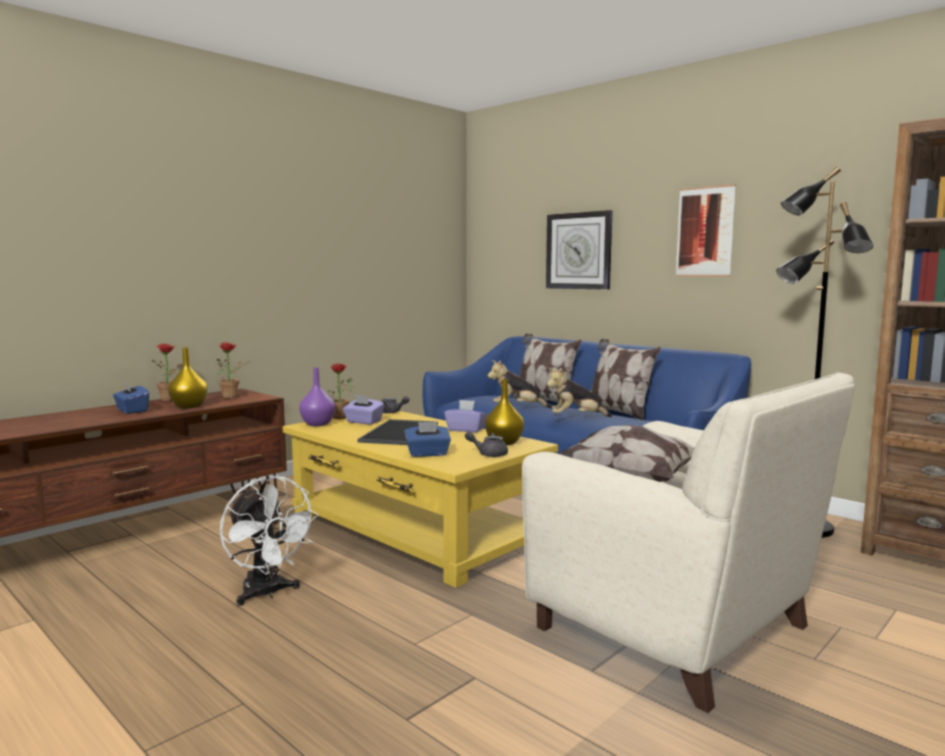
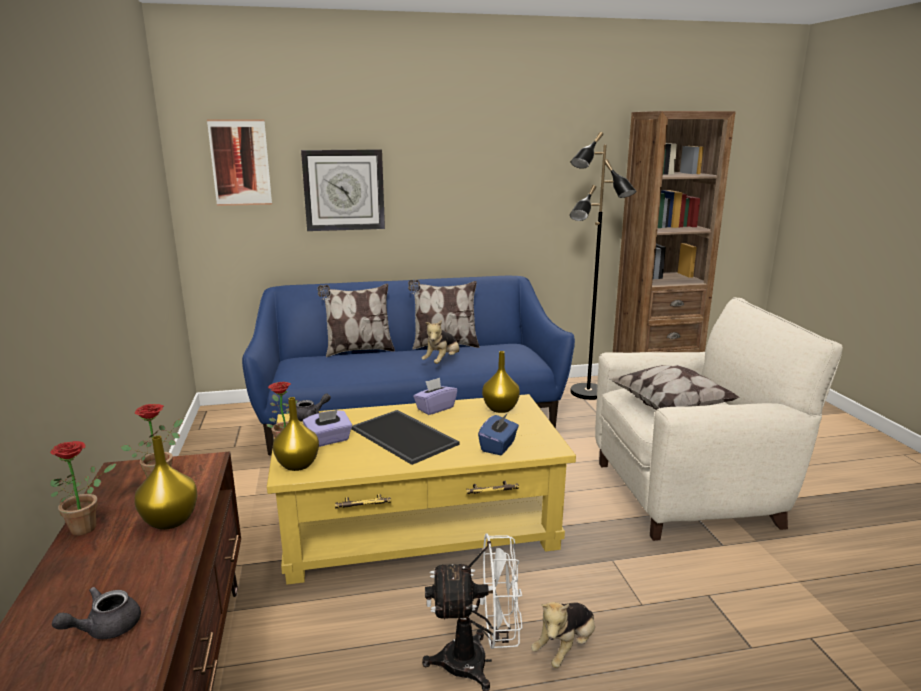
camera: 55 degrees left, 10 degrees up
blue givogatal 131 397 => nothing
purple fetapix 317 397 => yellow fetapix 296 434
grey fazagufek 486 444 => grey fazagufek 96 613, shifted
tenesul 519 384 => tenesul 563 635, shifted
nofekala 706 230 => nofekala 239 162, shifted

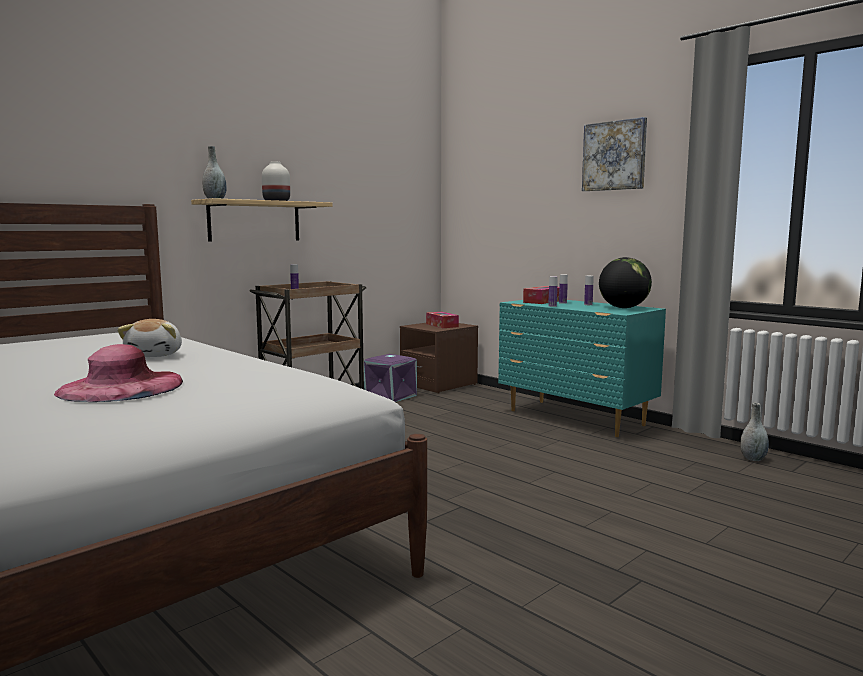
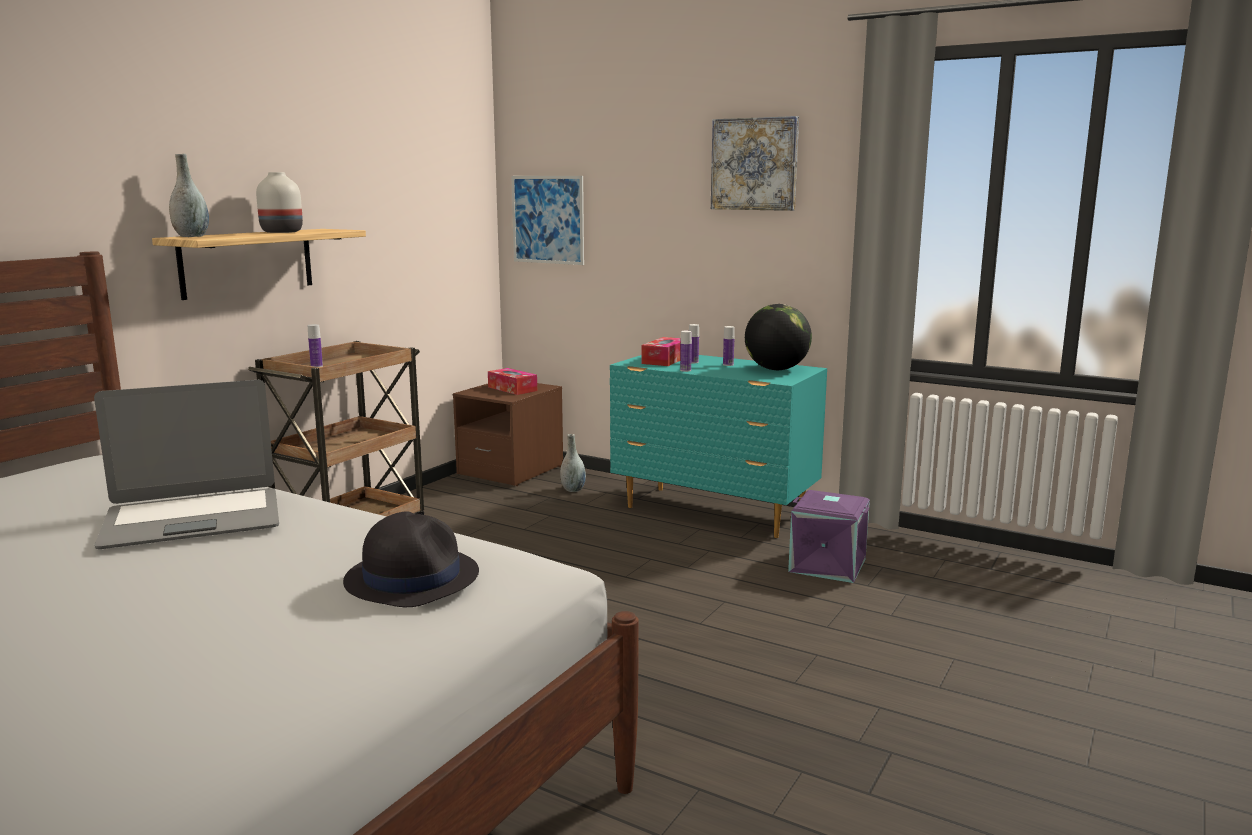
camera: 15 degrees left, 5 degrees up
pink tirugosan 118 373 => nothing
tenesul 149 338 => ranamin 186 464
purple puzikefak 390 378 => purple puzikefak 829 536, shifted
grey fetapix 754 432 => grey fetapix 573 463, shifted
nothing => black tirugosan 411 559
nothing => nofekala 547 220

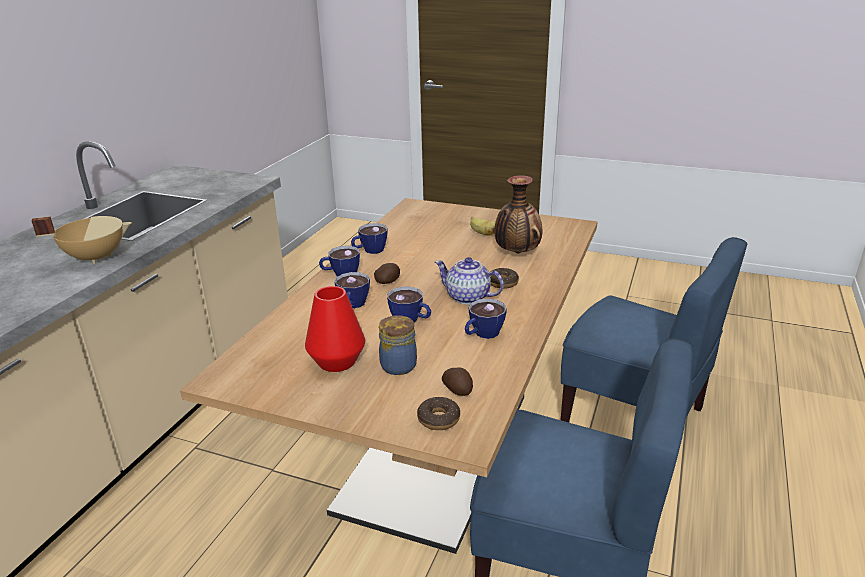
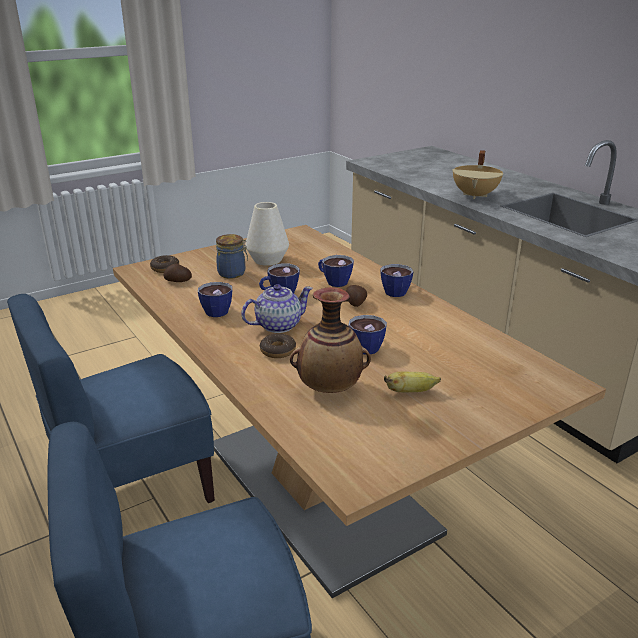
camera: 125 degrees right, 0 degrees up
red fetapix 335 329 => white fetapix 267 234
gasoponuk 369 238 => gasoponuk 368 334, shifted

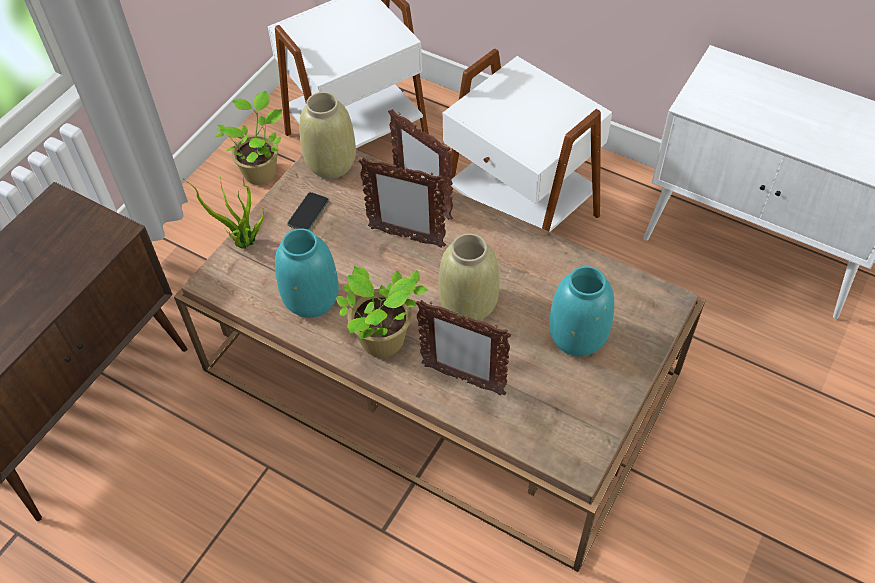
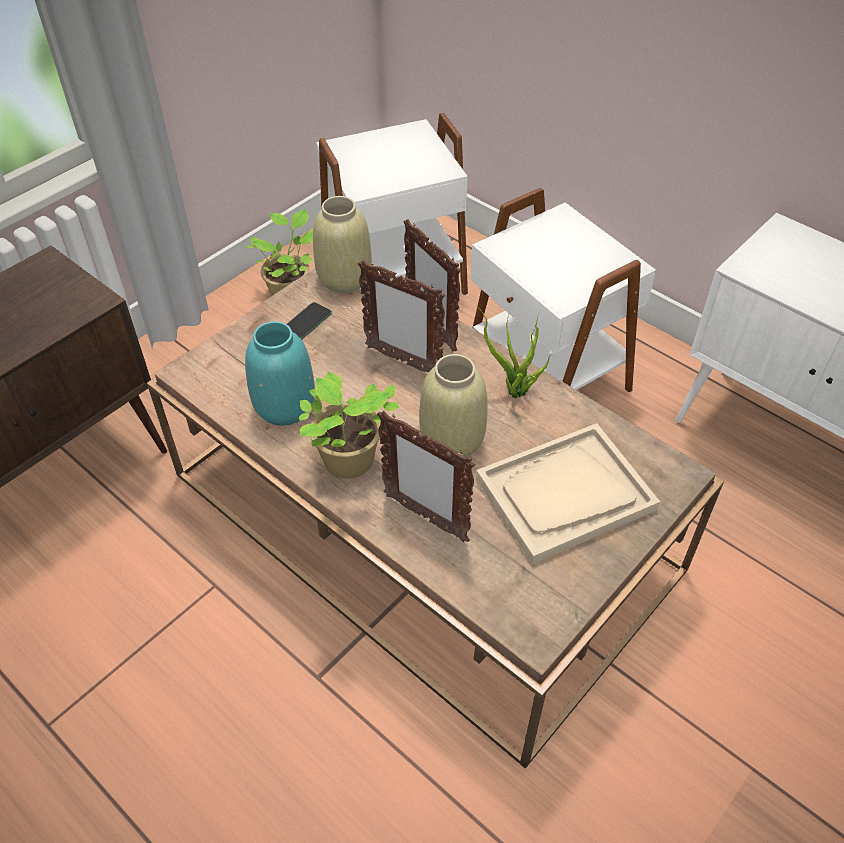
camera: 10 degrees right, 5 degrees down
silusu 224 212 => silusu 513 351, shifted
turquoise fetapix 581 311 => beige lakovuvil 568 493

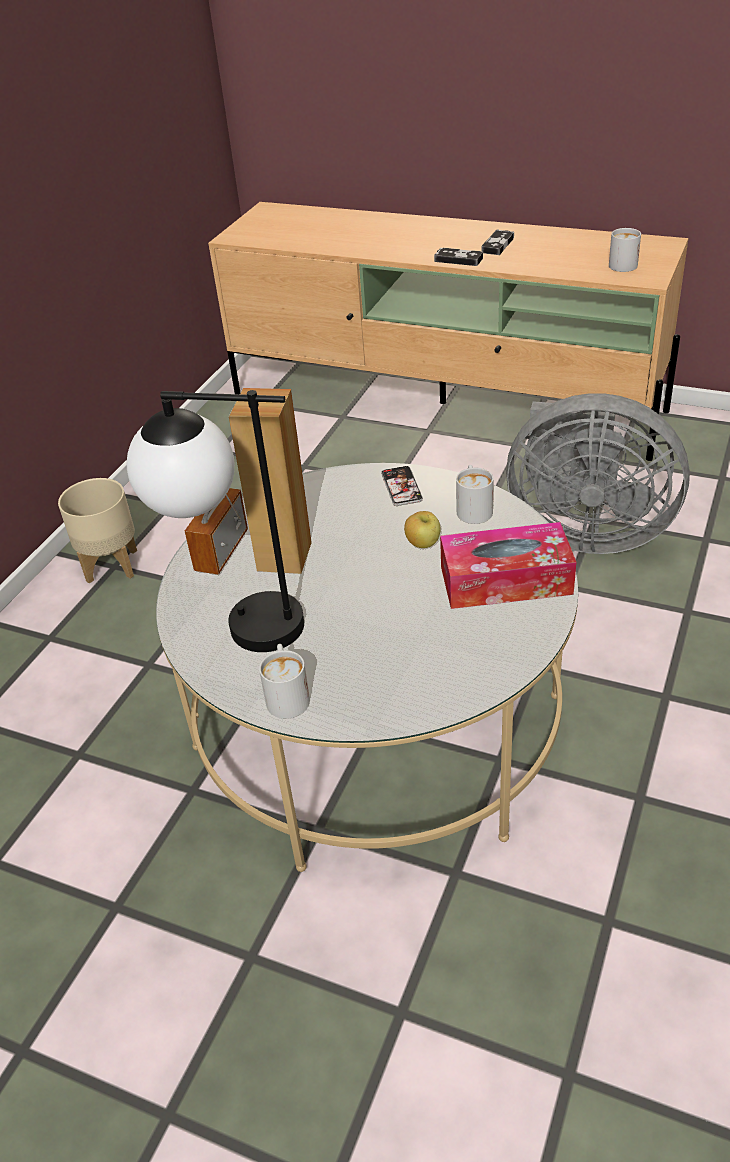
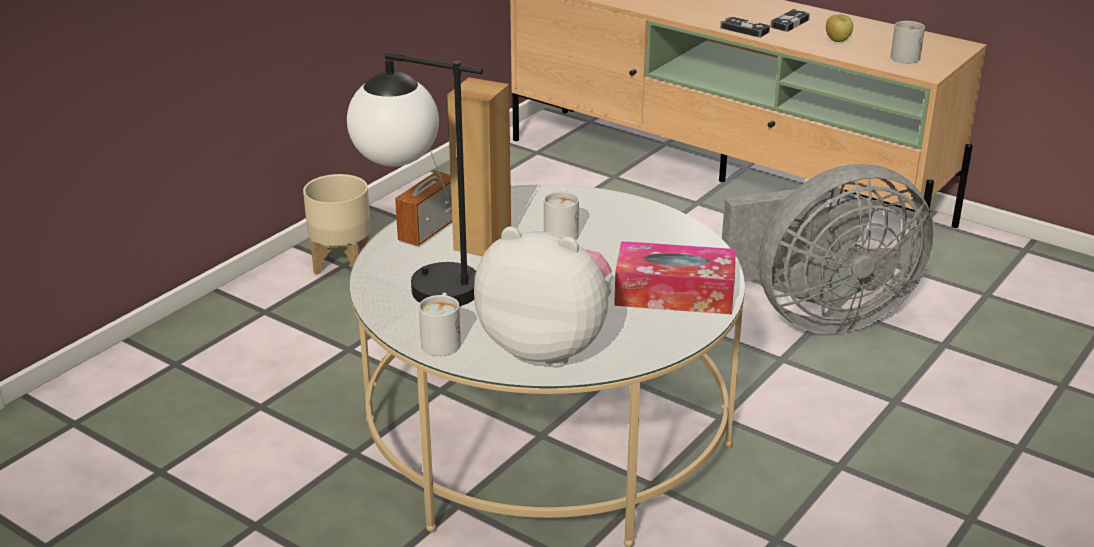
camera: 10 degrees right, 10 degrees down
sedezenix 402 486 => nothing
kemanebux 422 529 => kemanebux 839 28, shifted
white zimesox 475 494 => white zimesox 561 215, shifted
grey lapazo 598 473 => grey lapazo 828 249, 45 degrees counterclockwise
nothing => tenesul 543 296

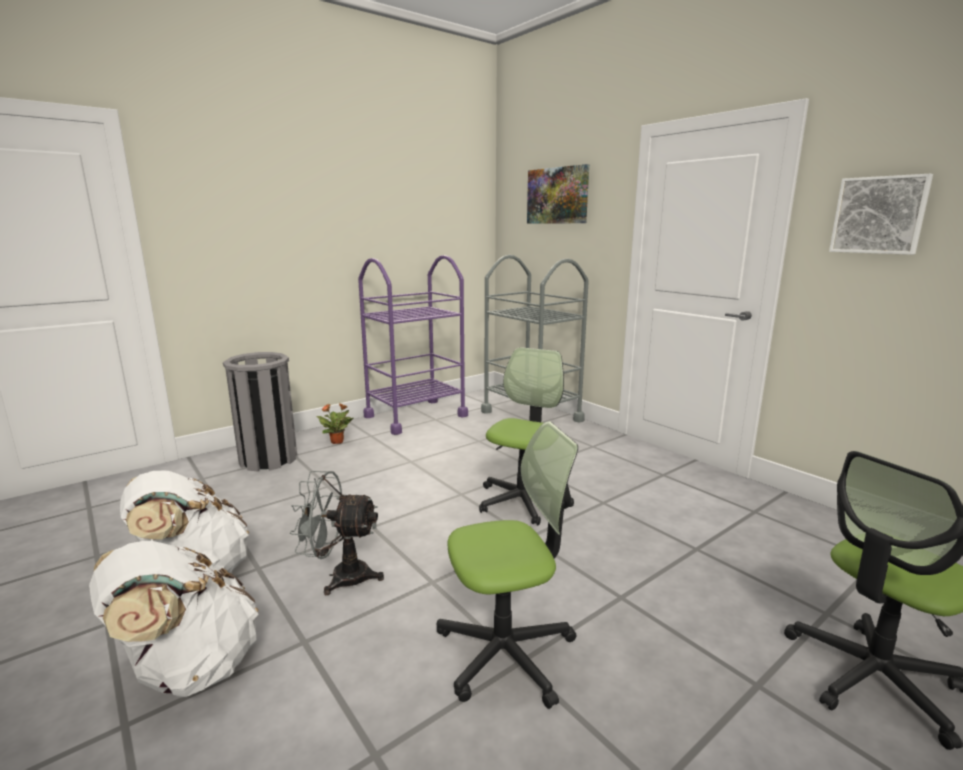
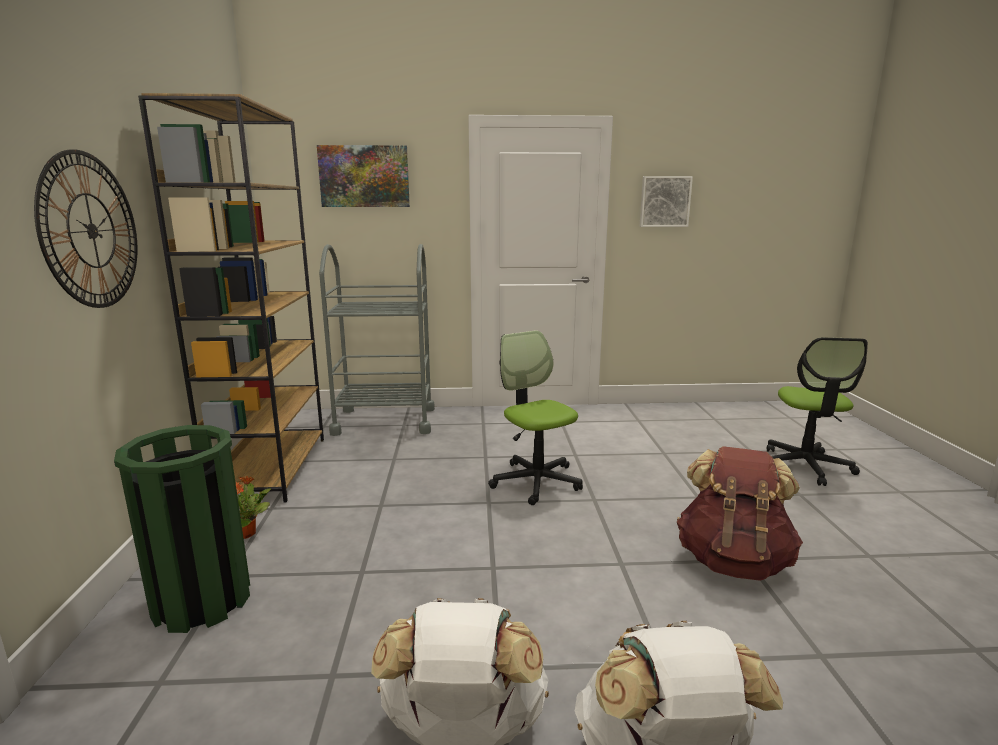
camera: 55 degrees left, 0 degrees up
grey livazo 260 411 => green livazo 182 529
grey lapazo 337 533 => nothing
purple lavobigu 413 345 => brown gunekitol 231 298
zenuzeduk 507 565 => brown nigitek 740 513
nothing => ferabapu 86 228

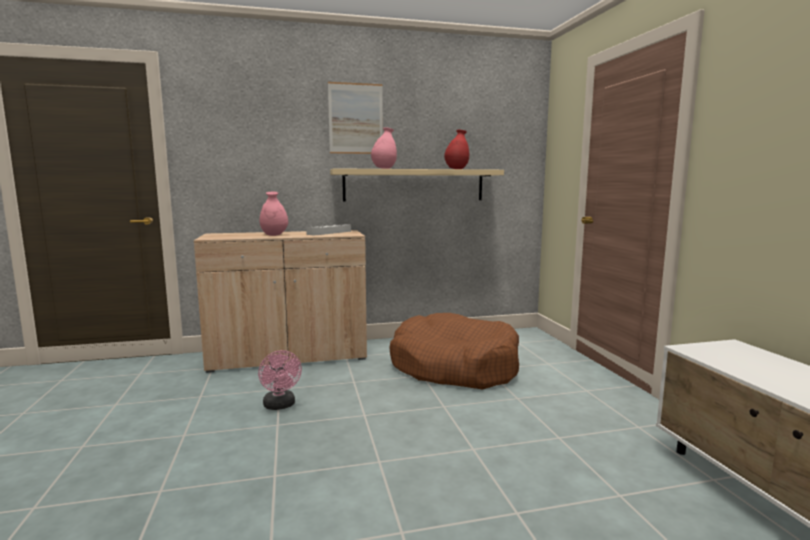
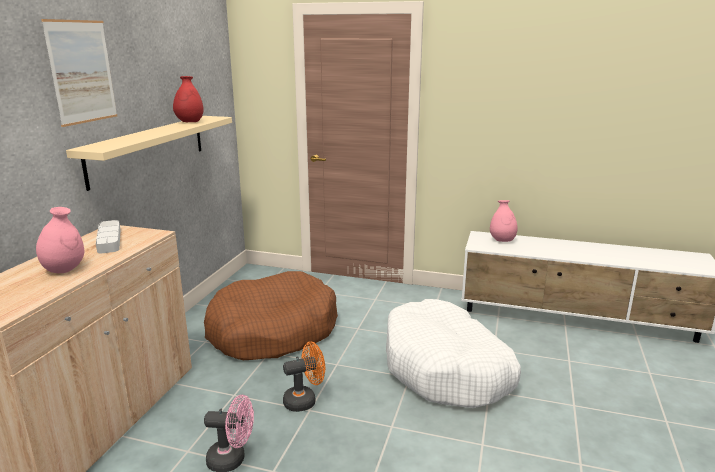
camera: 60 degrees left, 10 degrees up
pink fetapix 384 148 => pink fetapix 504 221, shifted
nothing => orange lapazo 304 377
nothing => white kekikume 453 353

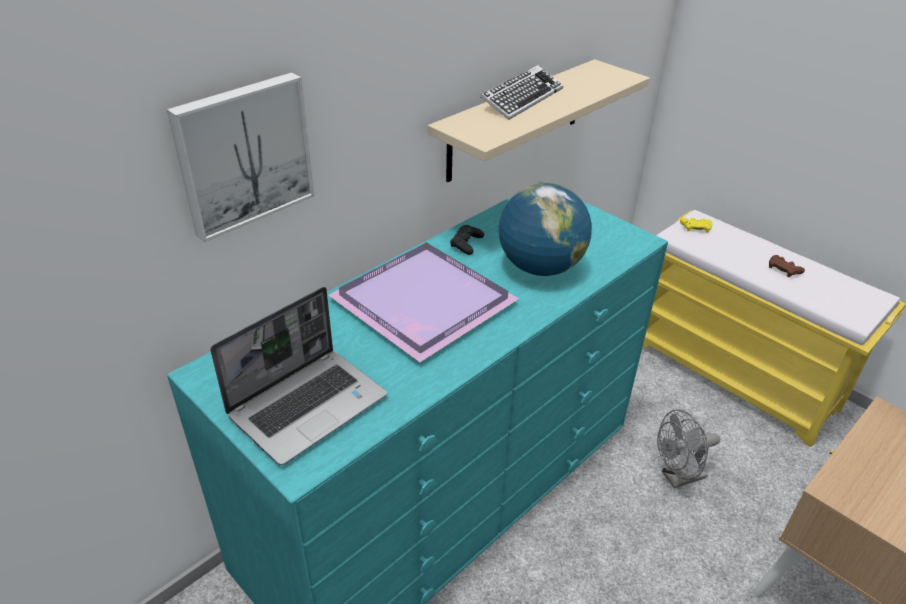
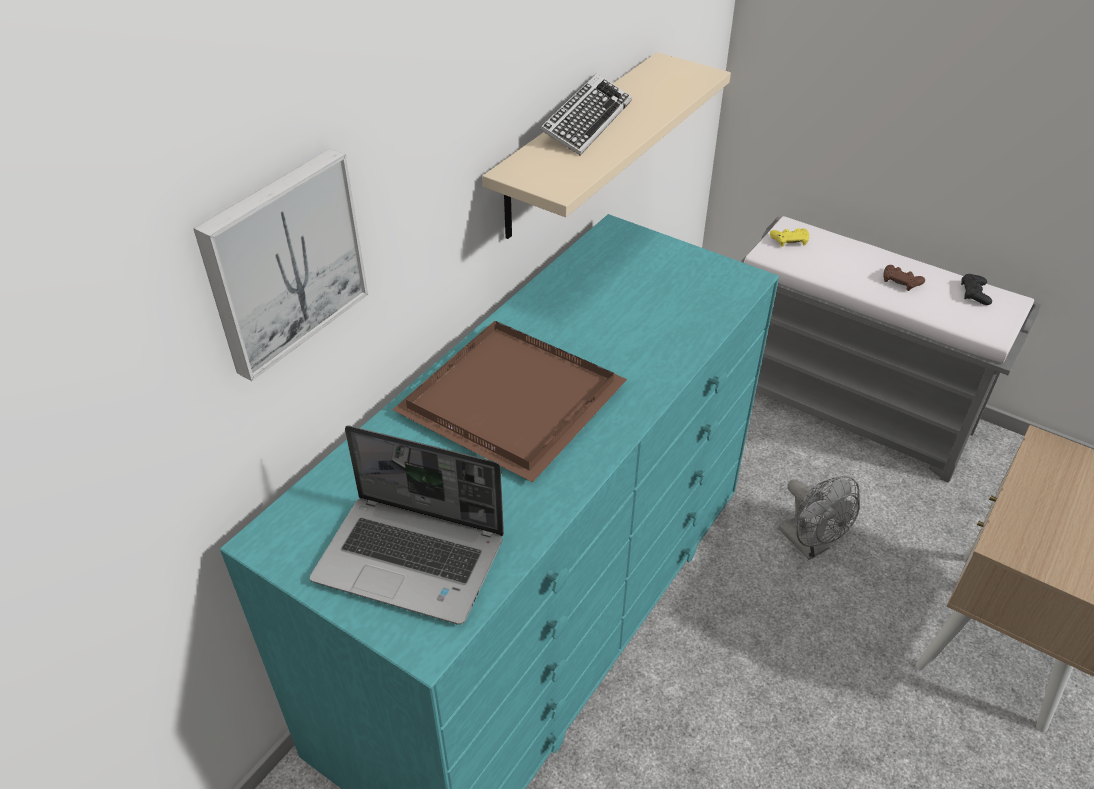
camera: 10 degrees left, 5 degrees up
ranamin 298 376 => ranamin 407 525, 75 degrees clockwise
purple lakovuvil 423 302 => brown lakovuvil 509 401
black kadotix 467 240 => black kadotix 976 289, shifted
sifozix 545 229 => nothing
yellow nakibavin 774 328 => grey nakibavin 891 349
grey lapazo 688 448 => grey lapazo 819 518, 90 degrees counterclockwise

